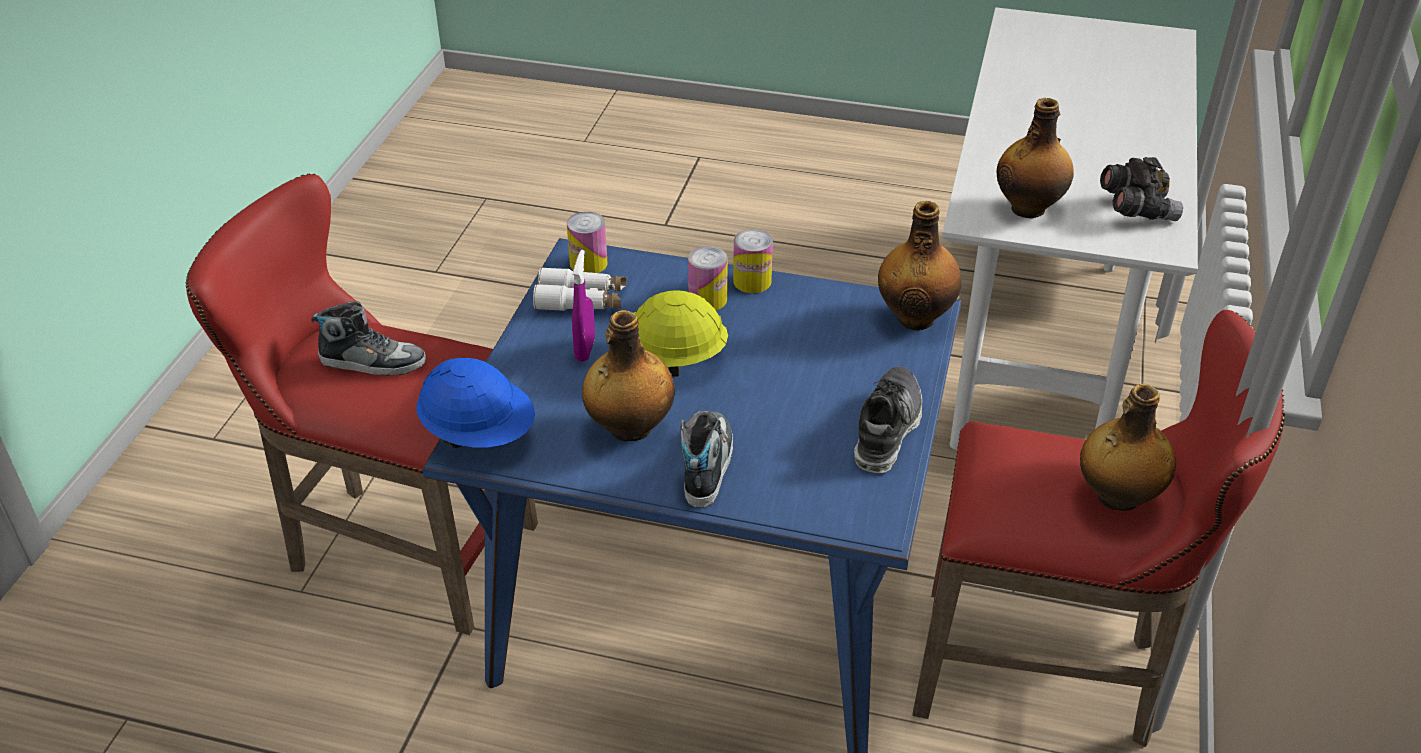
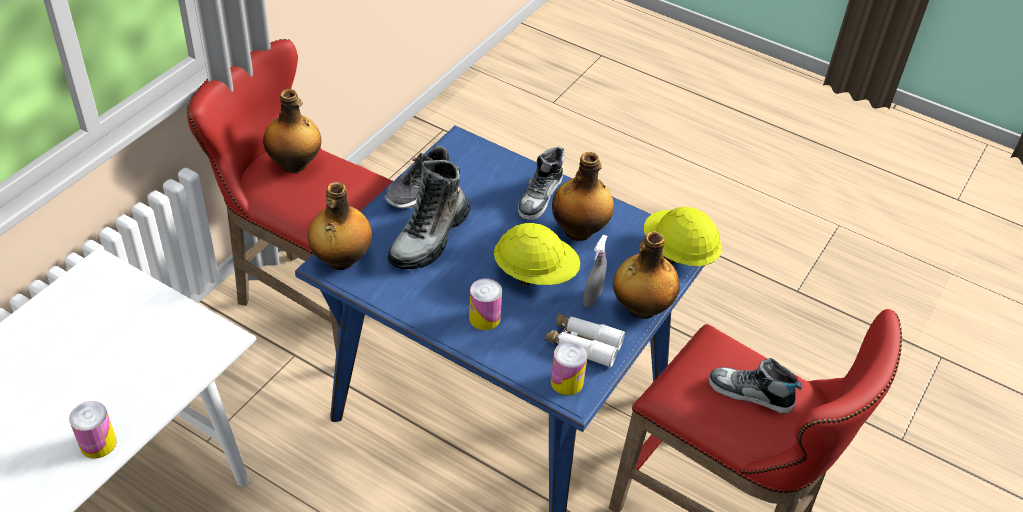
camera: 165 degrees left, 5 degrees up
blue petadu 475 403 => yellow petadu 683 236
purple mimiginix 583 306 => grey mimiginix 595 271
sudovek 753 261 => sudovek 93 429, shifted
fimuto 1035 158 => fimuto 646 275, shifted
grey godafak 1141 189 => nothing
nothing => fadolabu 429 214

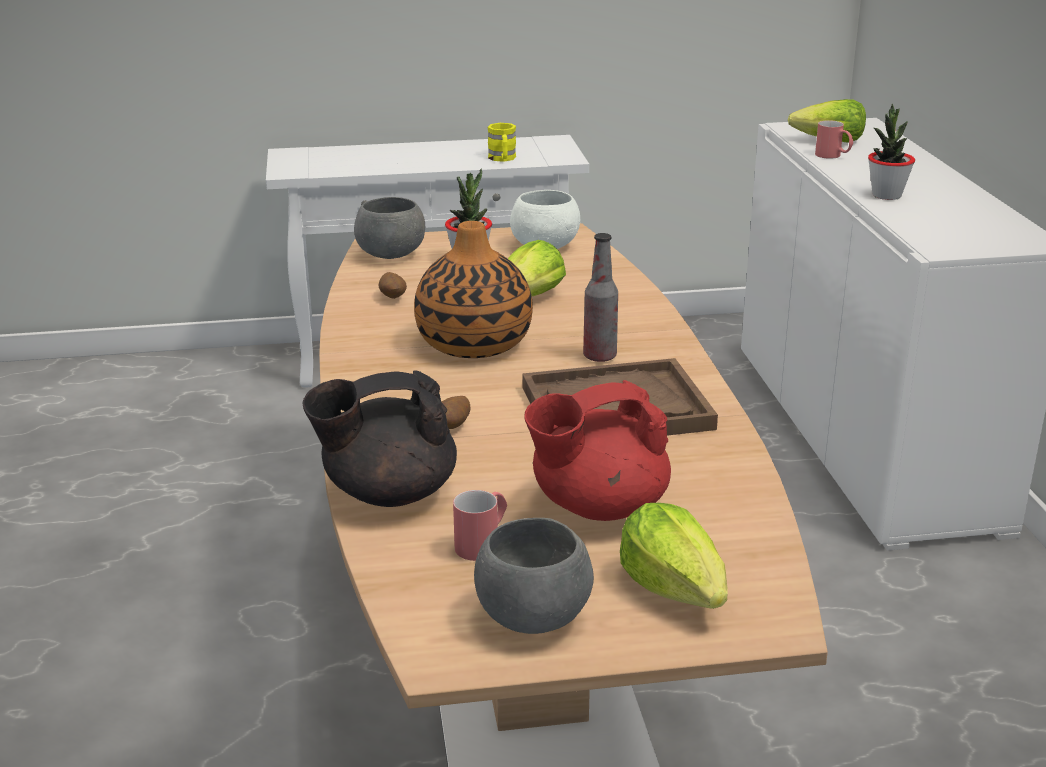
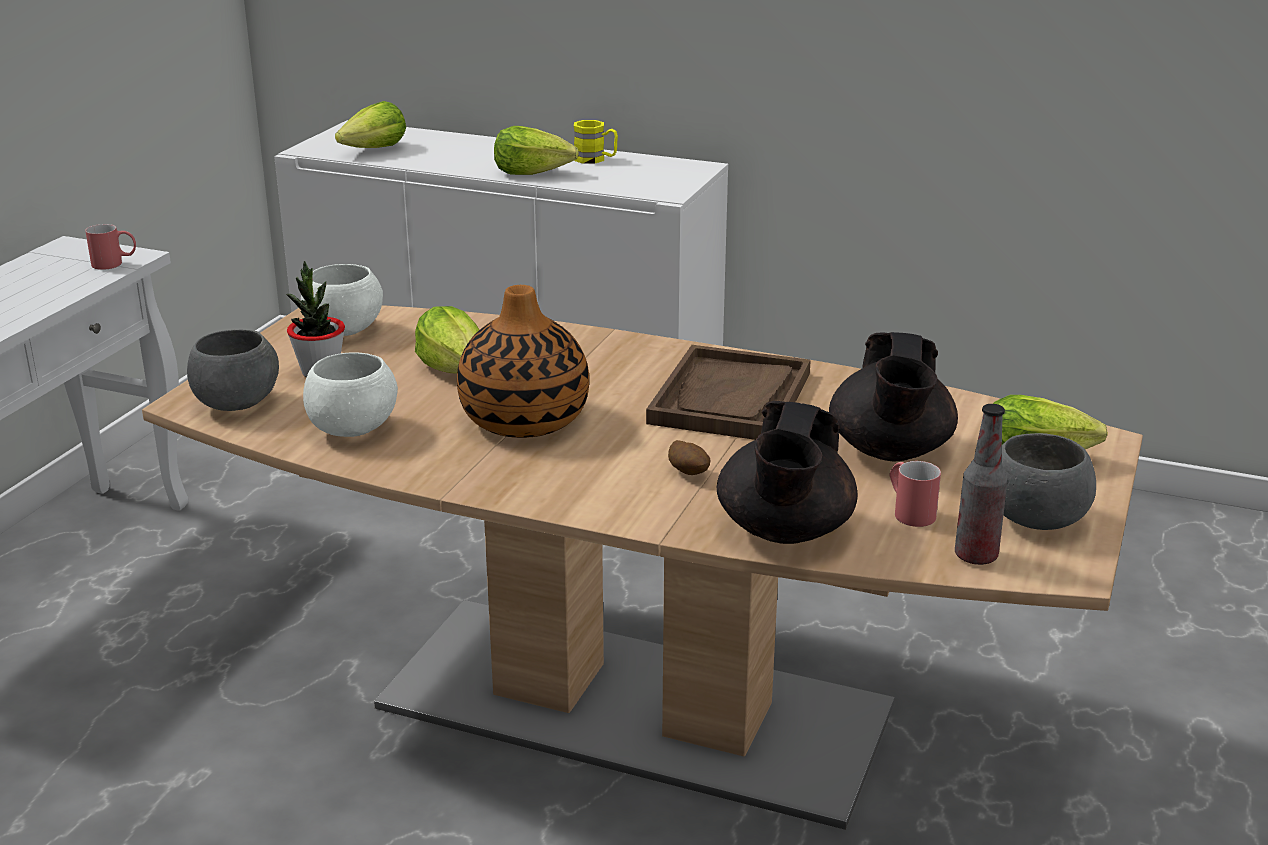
camera: 60 degrees left, 0 degrees up
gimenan 393 285 => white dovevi 350 394
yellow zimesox 502 142 => yellow zimesox 596 142, shifted
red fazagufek 597 450 => black fazagufek 893 396
fimuto 600 297 => fimuto 981 484, shifted
red zimesox 834 139 => red zimesox 110 247, shifted
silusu 891 152 => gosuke 536 150

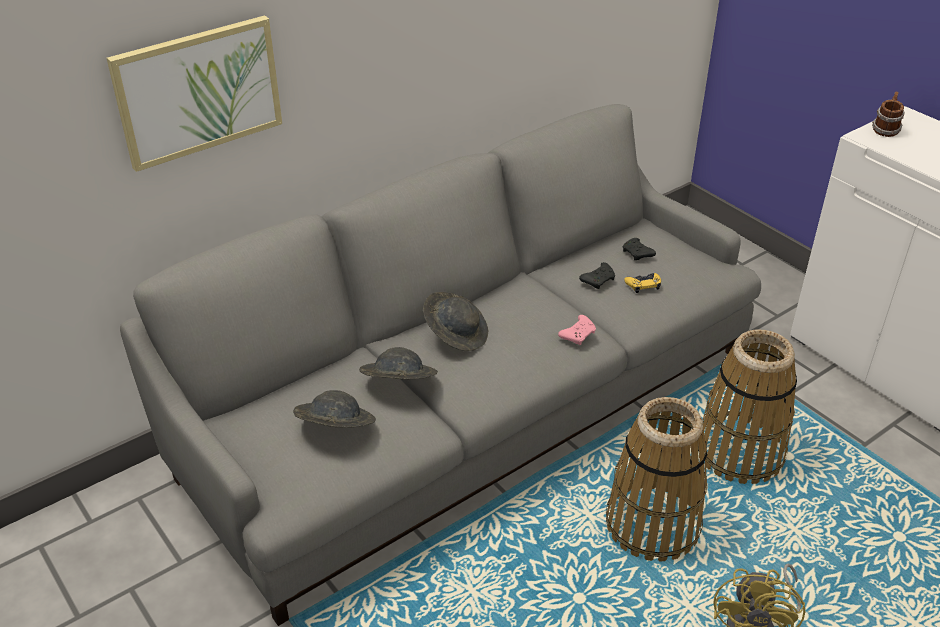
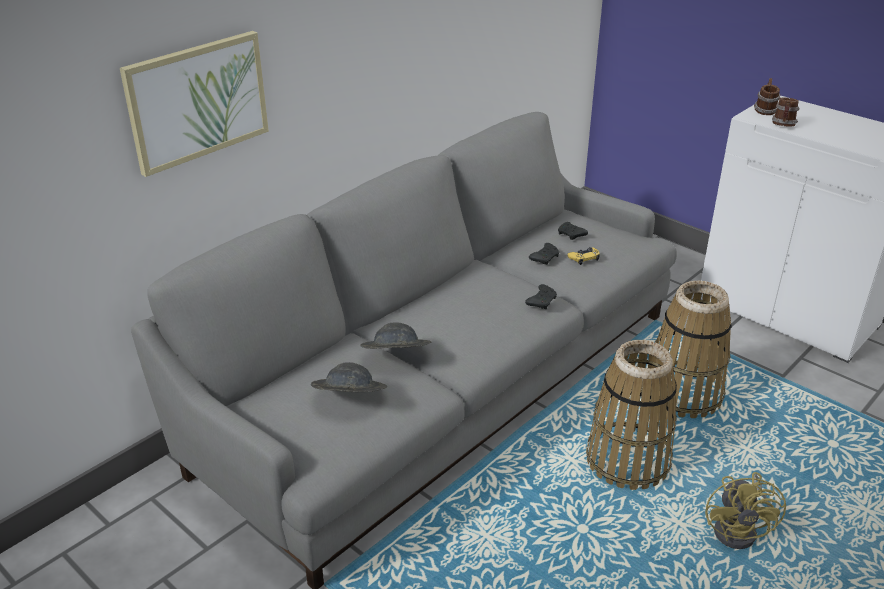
camera: 10 degrees left, 5 degrees down
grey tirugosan 455 321 => nothing
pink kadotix 577 330 => black kadotix 541 296
nothing => zimesox 786 112

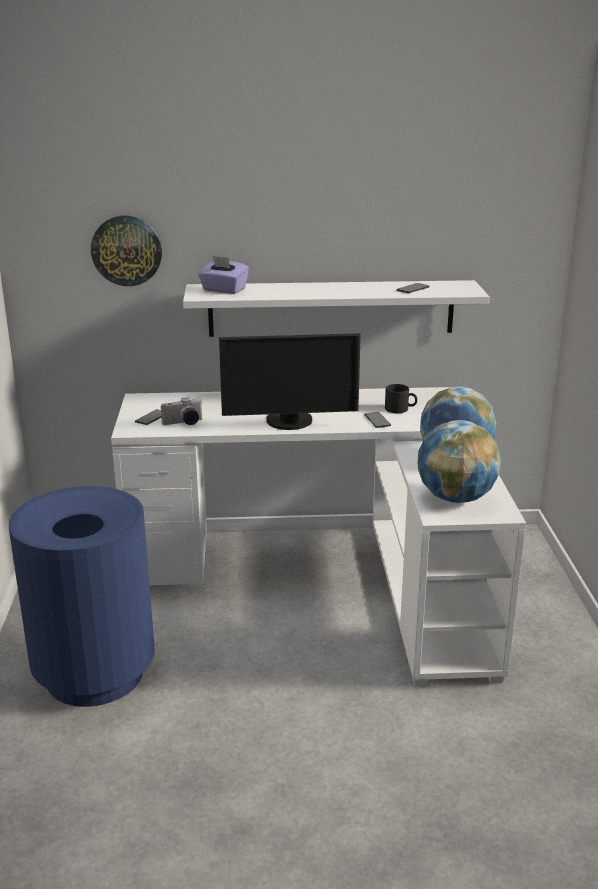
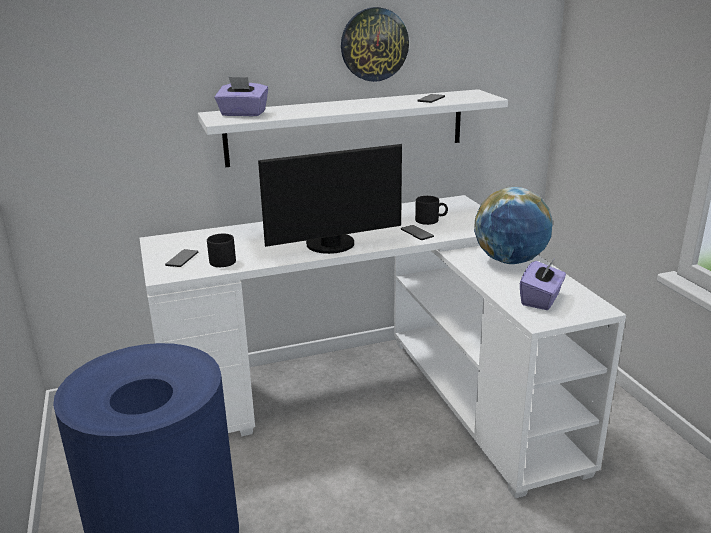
camera: 15 degrees left, 0 degrees up
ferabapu 126 251 => ferabapu 375 44, shifted
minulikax 181 411 => black zimesox 221 250
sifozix 459 461 => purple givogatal 543 285

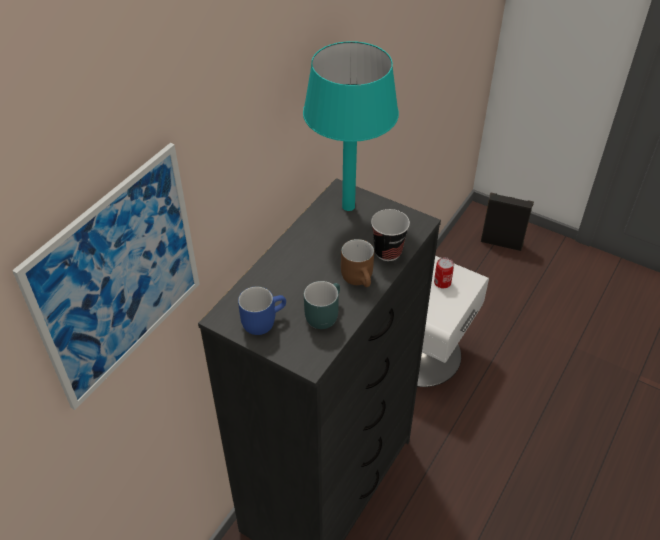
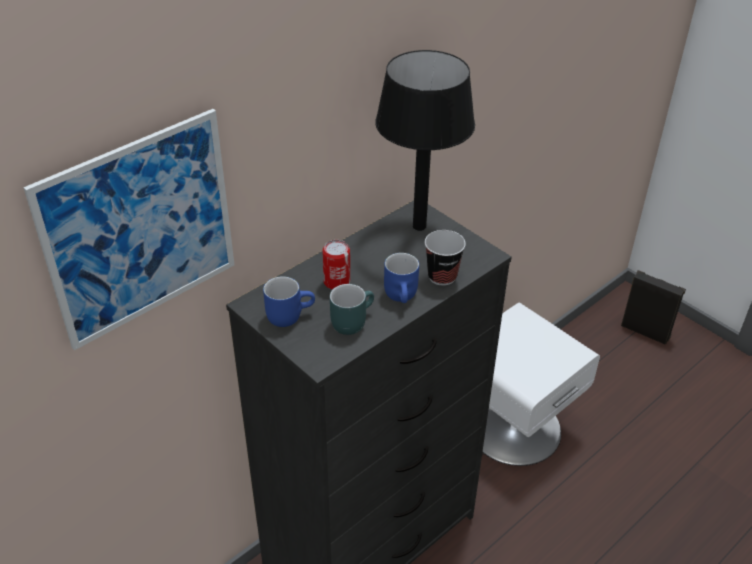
camera: 15 degrees right, 5 degrees down
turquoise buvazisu 351 126 => black buvazisu 425 140
brown zimesox 357 263 => blue zimesox 401 278
sudovek 444 272 => sudovek 336 265, shifted

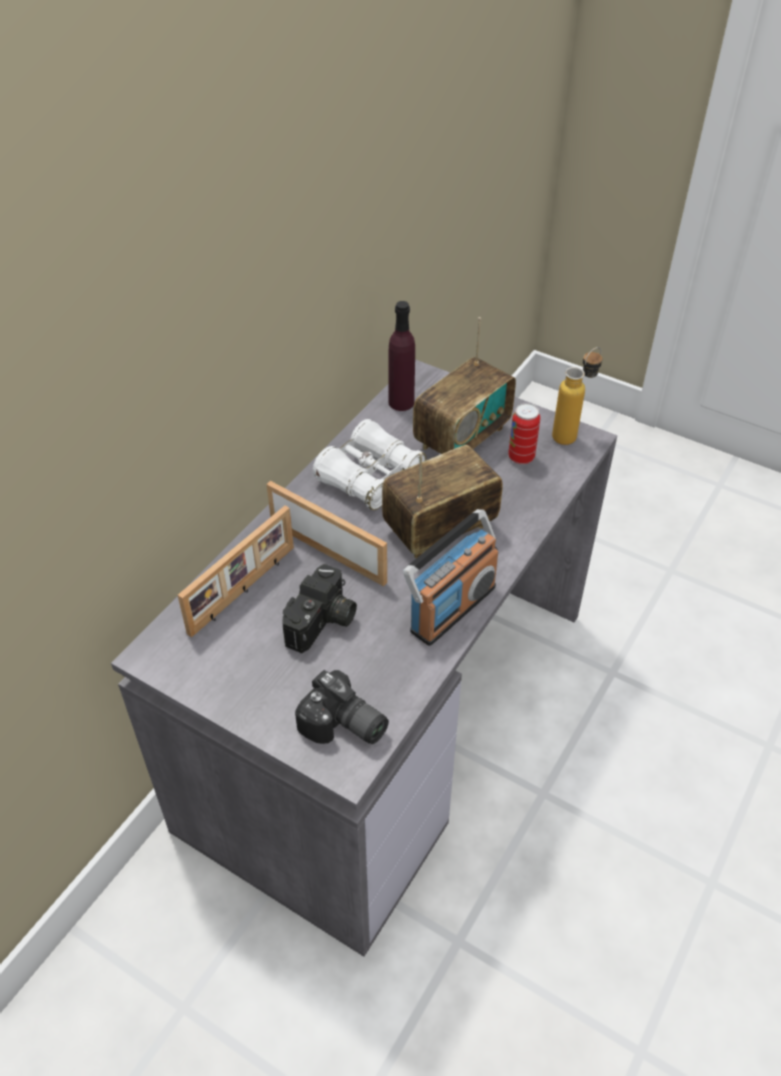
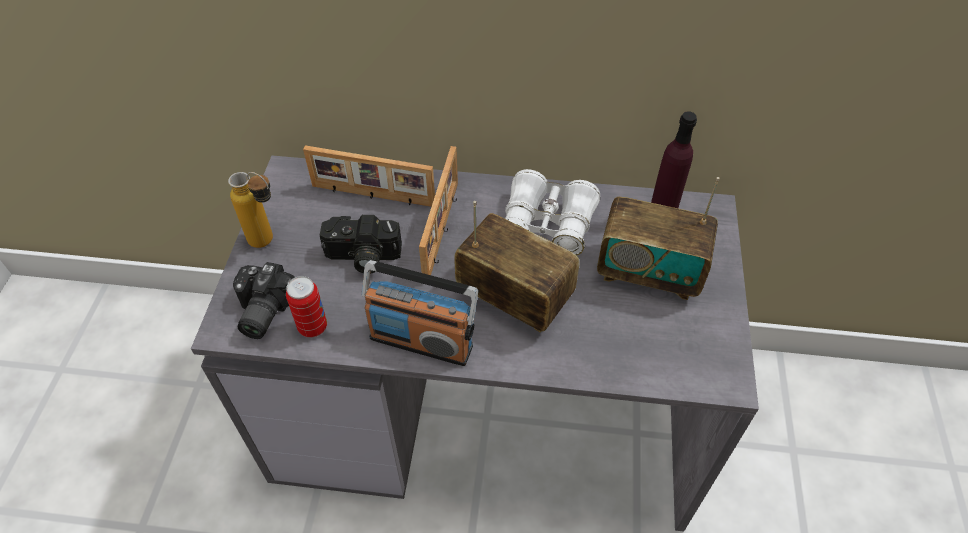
camera: 65 degrees right, 5 degrees up
sudovek 524 433 => sudovek 306 307, shifted
fimuto 577 396 => fimuto 250 210, shifted

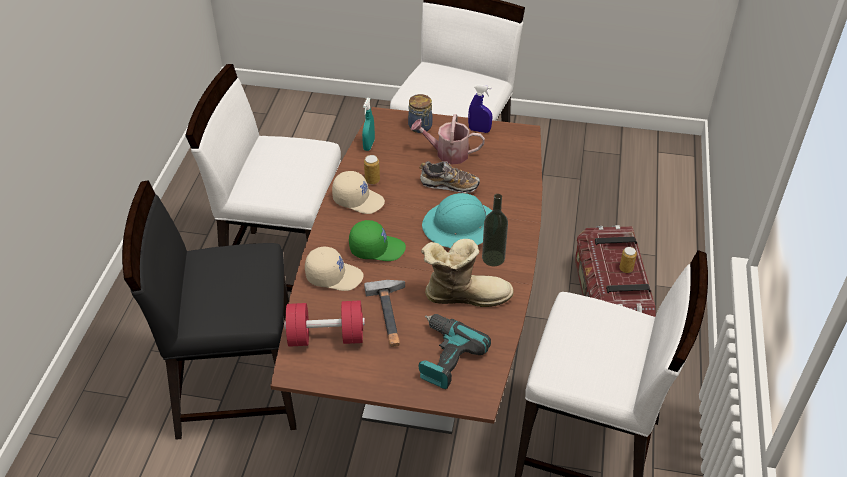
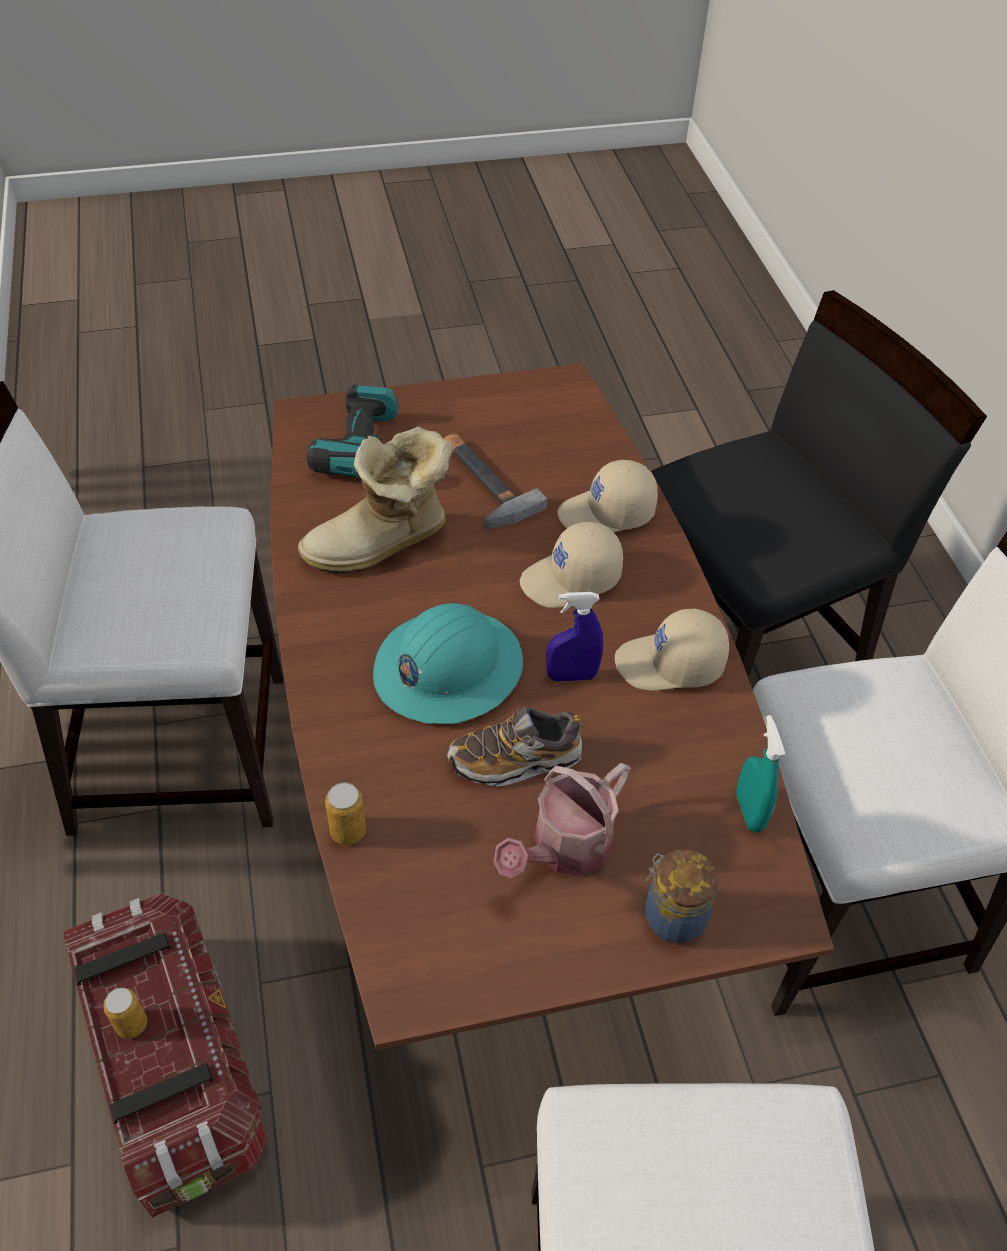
camera: 155 degrees right, 5 degrees up
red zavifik 324 323 => nothing
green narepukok 377 240 => beige narepukok 571 565
sudovek 372 169 => sudovek 345 814, shifted
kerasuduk 447 139 => kerasuduk 562 820, 150 degrees clockwise
blue mimiginix 480 108 => blue mimiginix 574 637, shifted
fimuto 495 230 => nothing

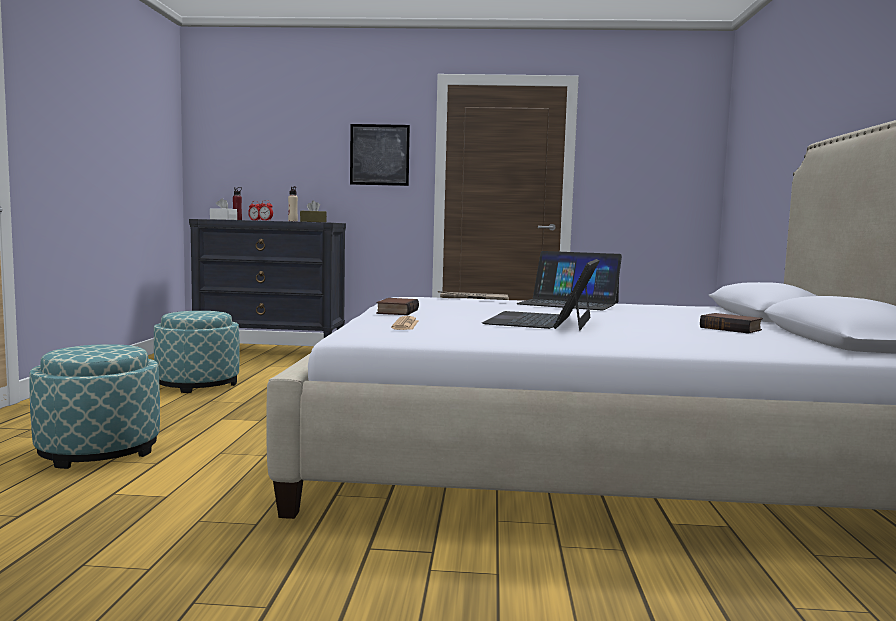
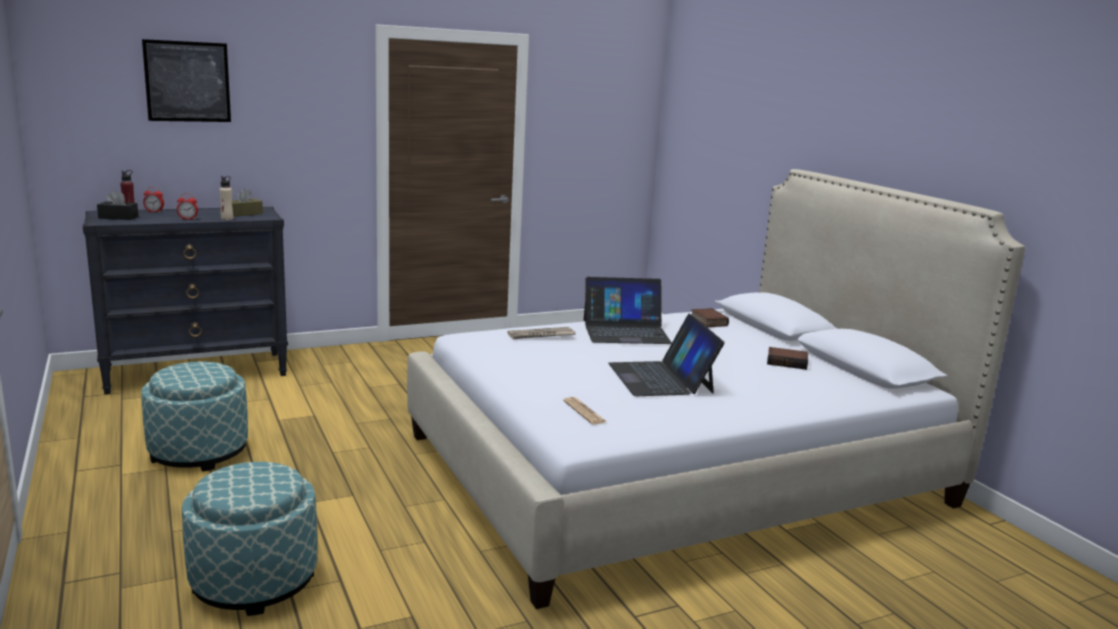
camera: 30 degrees left, 10 degrees up
white givogatal 223 209 => black givogatal 118 205
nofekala 380 155 => nofekala 186 80, shifted
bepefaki 397 306 => bepefaki 710 317, shifted

